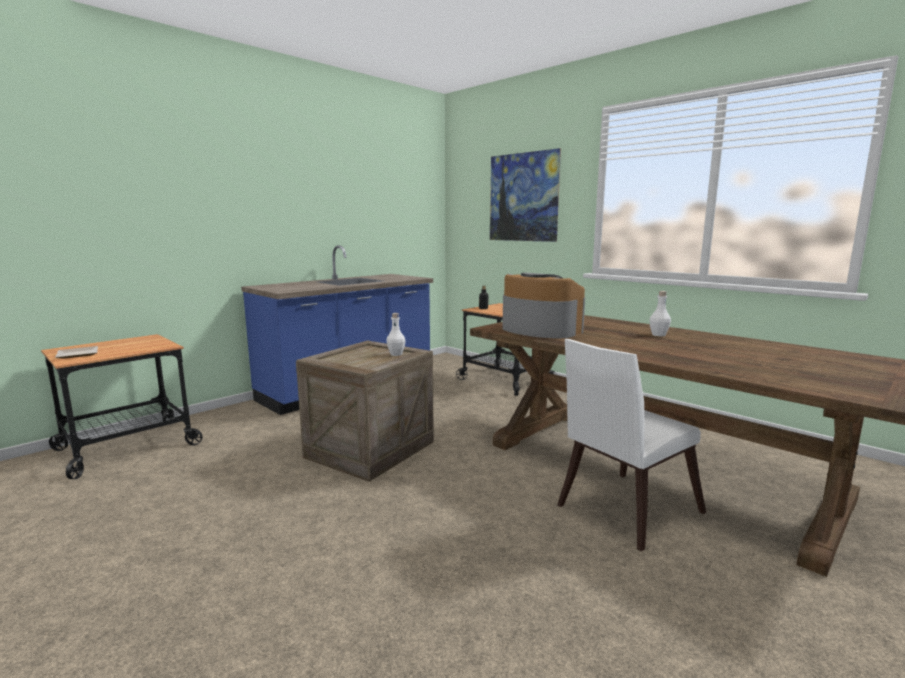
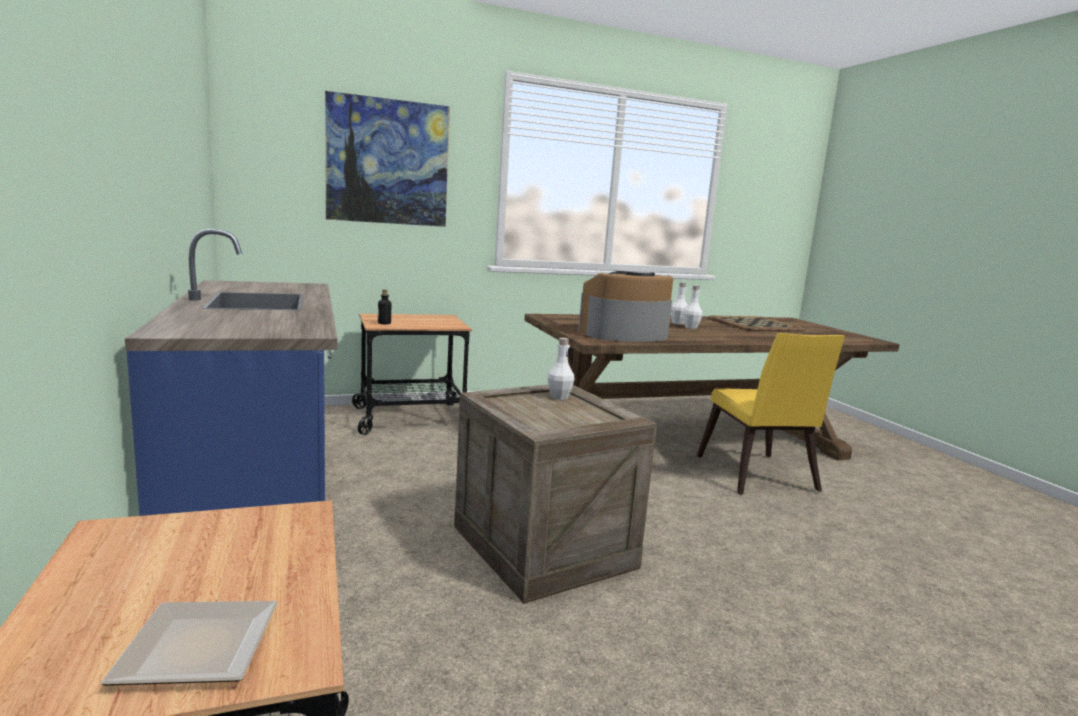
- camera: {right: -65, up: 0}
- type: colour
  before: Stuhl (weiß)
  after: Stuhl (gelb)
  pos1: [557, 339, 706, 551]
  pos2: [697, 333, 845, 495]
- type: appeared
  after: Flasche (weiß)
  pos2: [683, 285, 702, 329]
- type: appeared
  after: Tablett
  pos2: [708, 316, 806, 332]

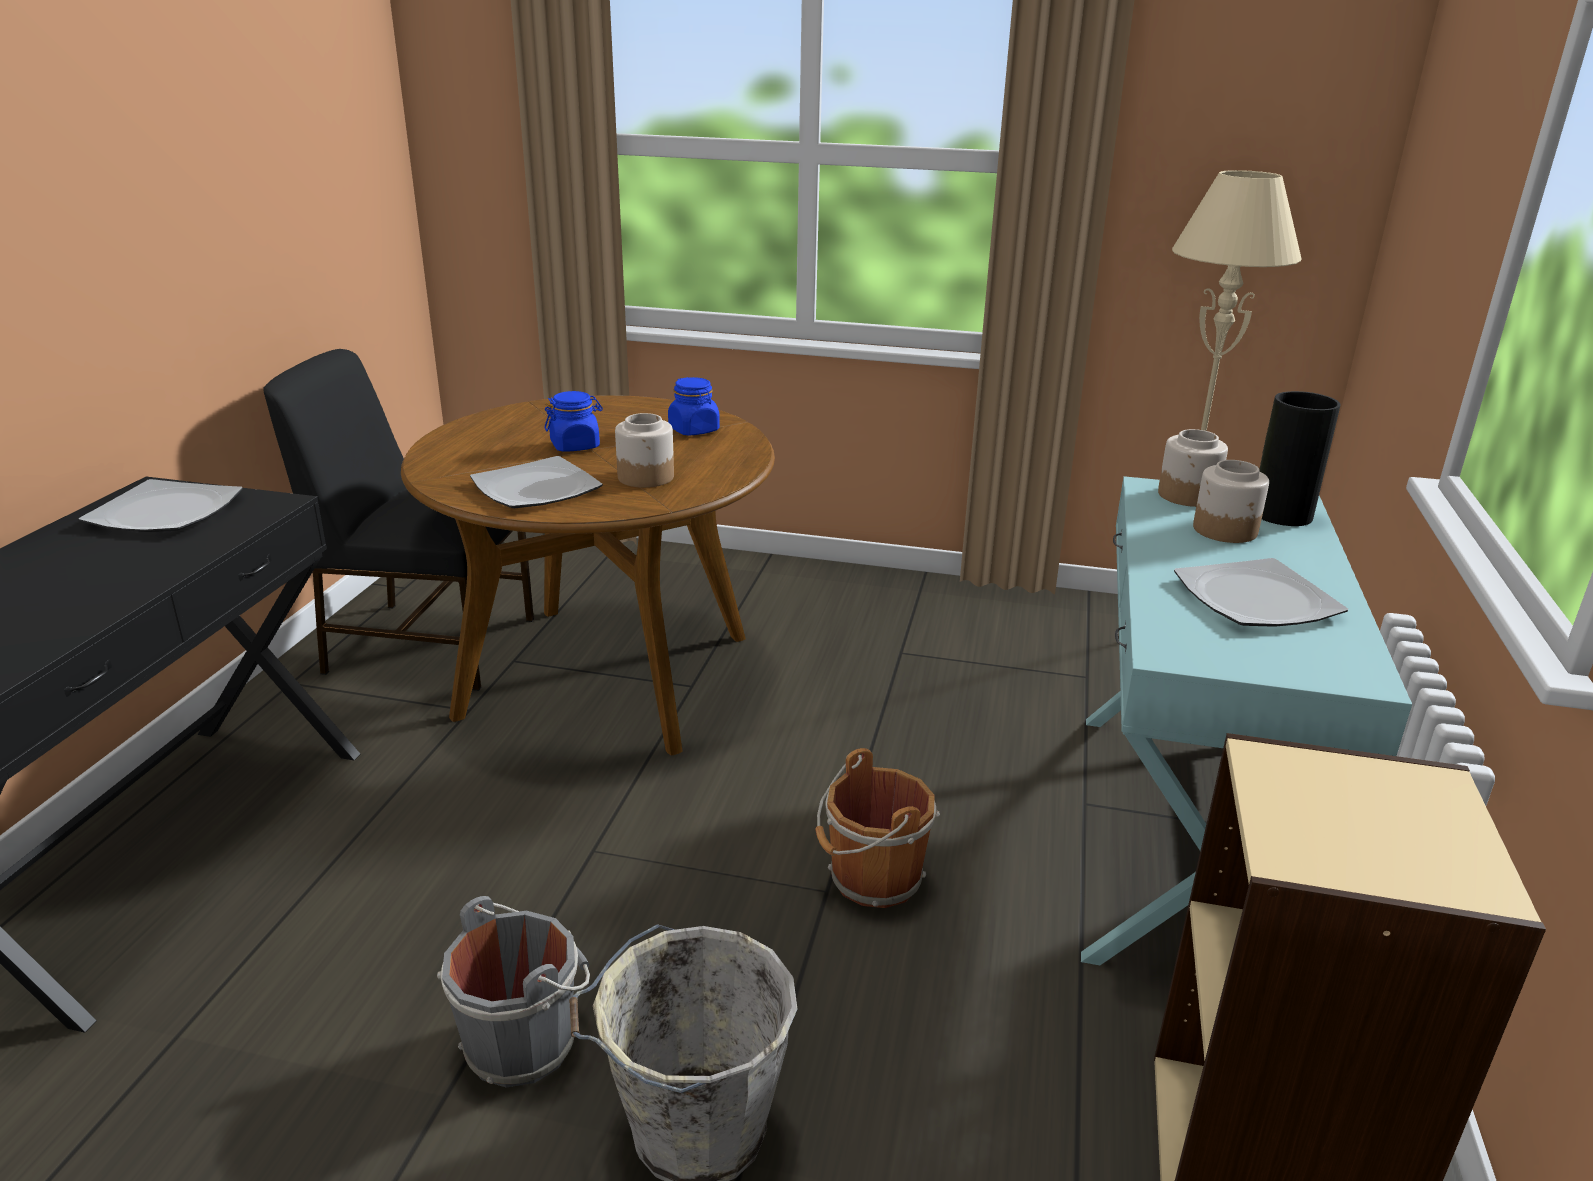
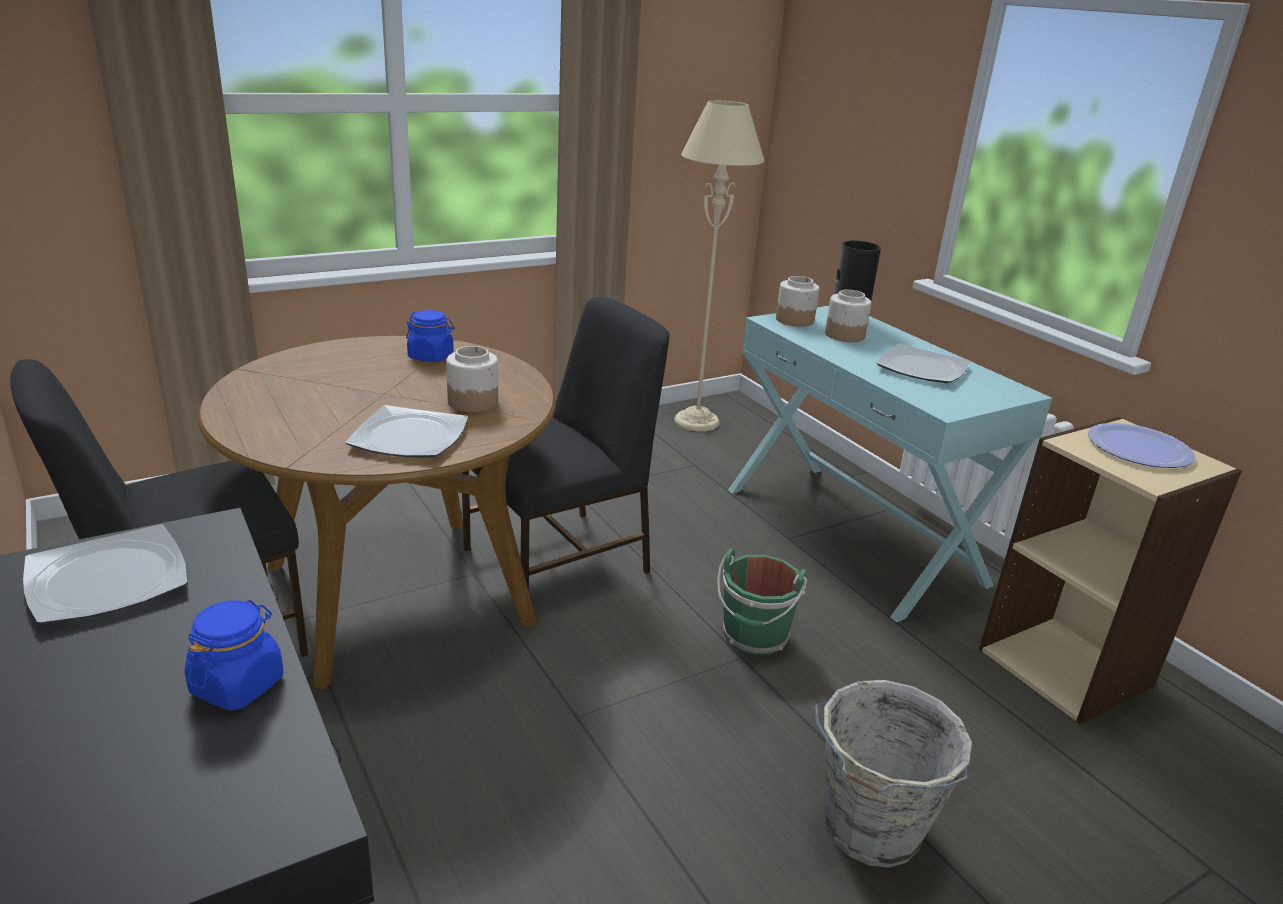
- camera: {right: -45, up: 0}
- type: missing
  before: Eimer (grau)
  pos1: [437, 896, 590, 1087]
- type: relocated
  before: Vorratsglas (blau)
  pos1: [545, 391, 603, 451]
  pos2: [185, 600, 284, 711]
- type: colour
  before: Eimer (braun)
  after: Eimer (grün)
  pos1: [815, 748, 940, 908]
  pos2: [717, 549, 807, 655]
- type: appeared
  after: Stuhl (schwarz)
  pos2: [461, 296, 670, 591]
- type: appeared
  after: Teller
  pos2: [1088, 423, 1196, 468]

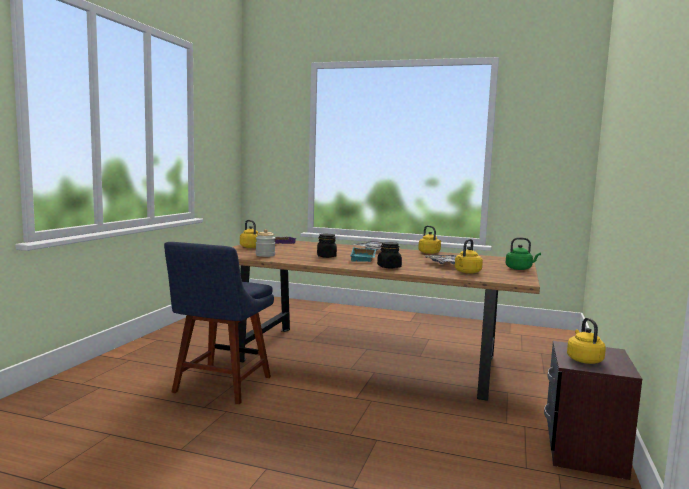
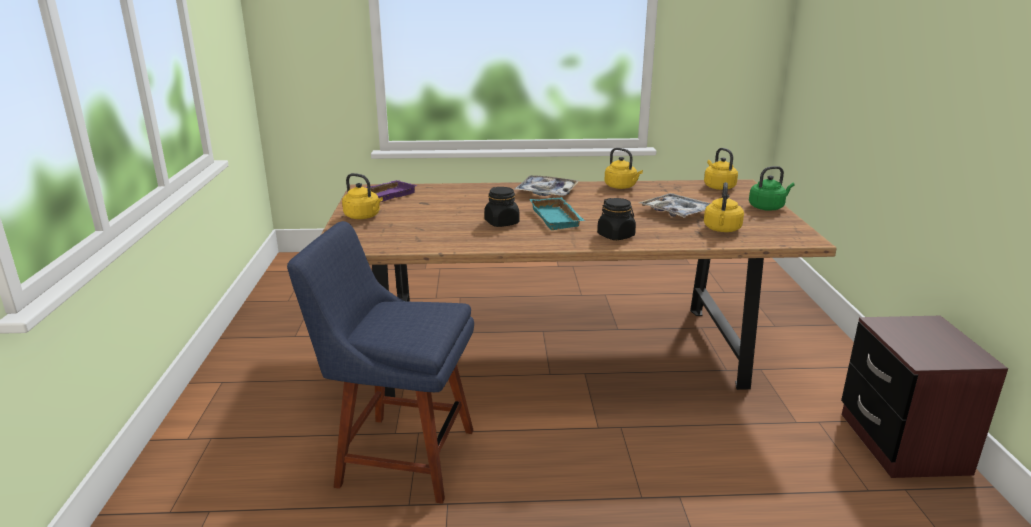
- camera: {right: -20, up: 15}
- type: spun
  before: Stuhl (blau)
  pos1: [164, 242, 274, 404]
  pos2: [287, 221, 474, 504]
  turn: 105
- type: missing
  before: Vorratsglas
  pos1: [256, 229, 275, 257]
- type: relocated
  before: Wasserkessel (gelb)
  pos1: [567, 318, 606, 364]
  pos2: [704, 148, 738, 190]

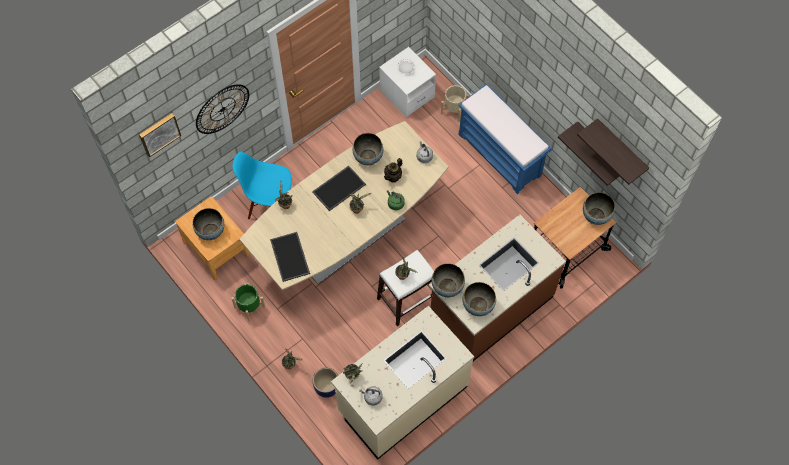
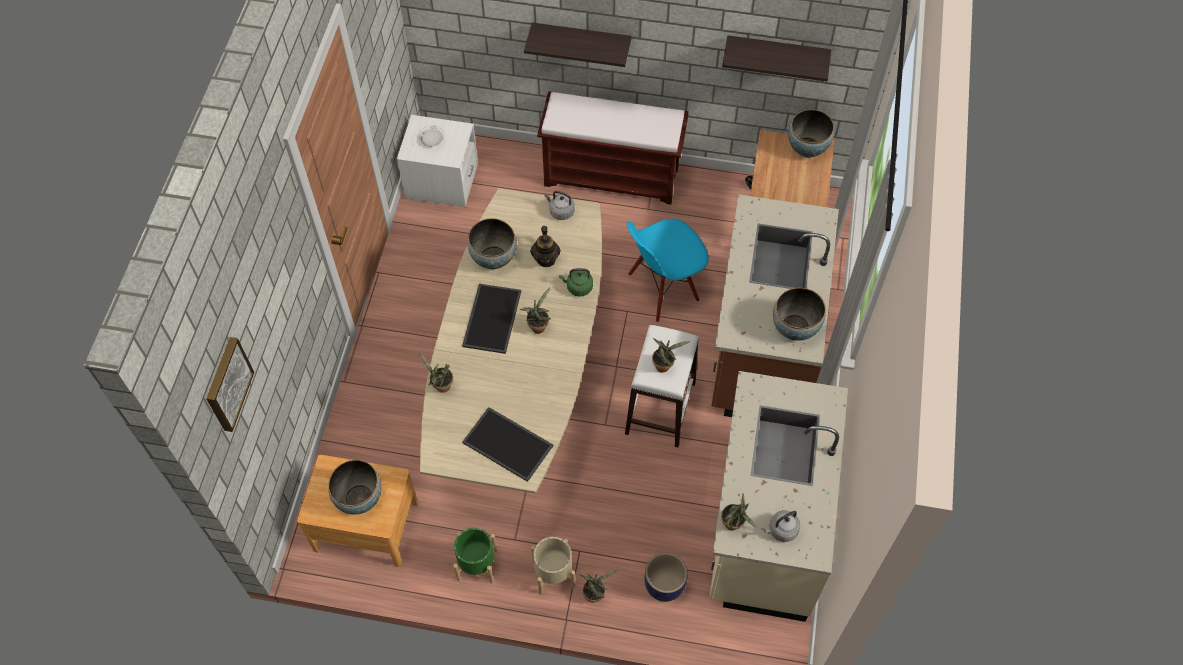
- camera: {right: -40, up: -5}
- type: missing
  before: Wanduhr
  pos1: [196, 84, 249, 134]
- type: relocated
  before: Stuhl (blau)
  pos1: [233, 152, 292, 220]
  pos2: [627, 219, 709, 323]
- type: missing
  before: Schüssel
  pos1: [432, 263, 465, 297]
- type: relocated
  before: Pflanzkübel (beige)
  pos1: [441, 85, 469, 122]
  pos2: [531, 537, 576, 594]
- type: colour
  before: Bank (blau)
  after: Bank (braun)
  pos1: [458, 84, 552, 194]
  pos2: [537, 91, 688, 205]
- type: relocated
  before: Wandregal
  pos1: [577, 118, 649, 185]
  pos2: [524, 22, 631, 67]

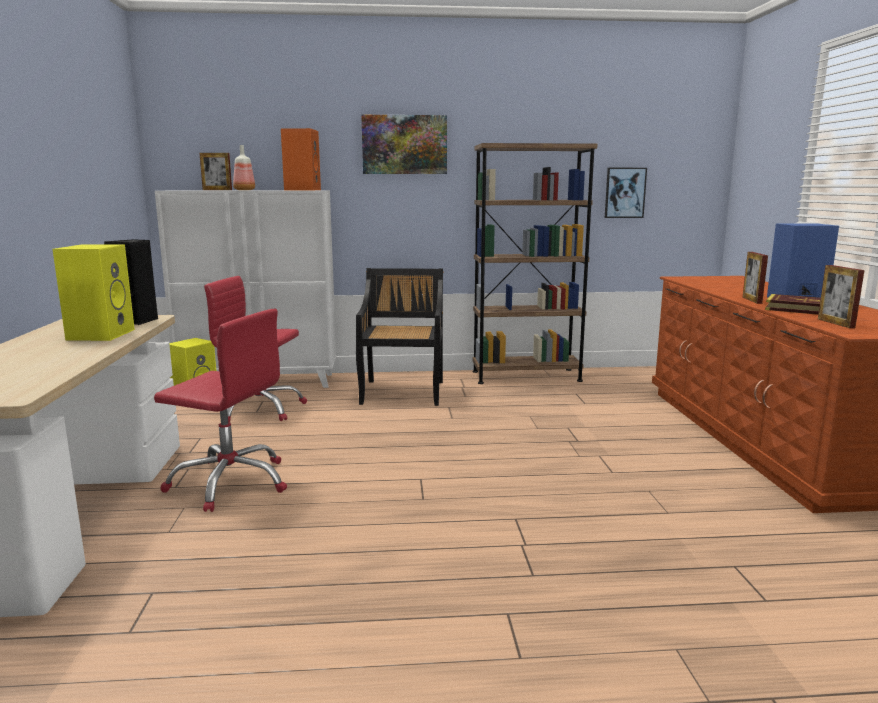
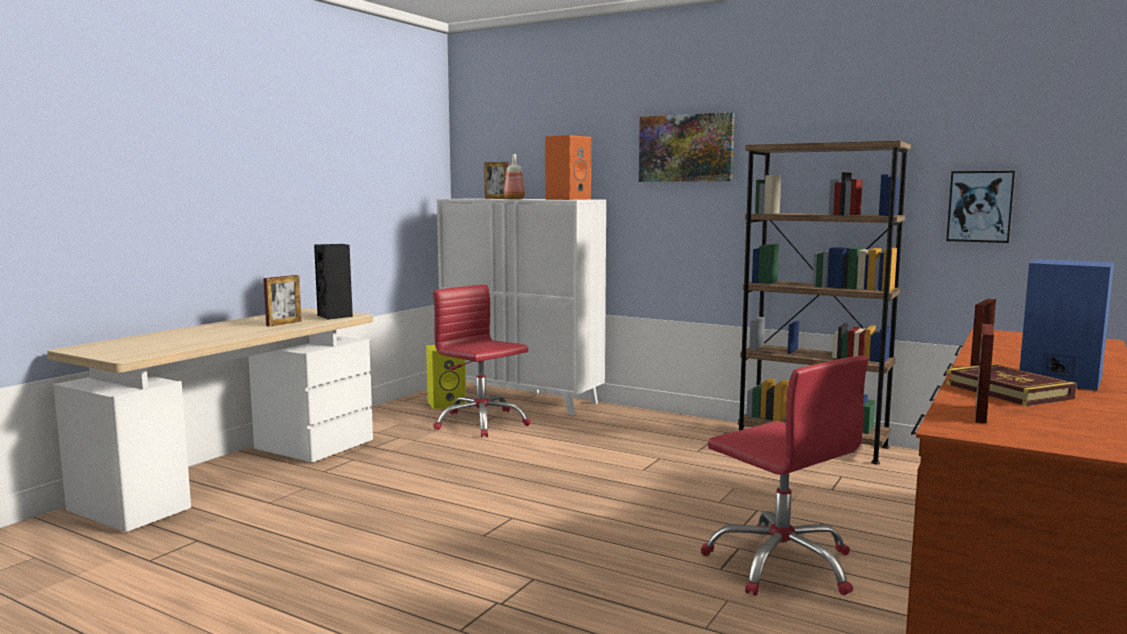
- camera: {right: 35, up: -5}
- type: exchanged
  before: Lautsprecher (gelb)
  after: Bilderrahmen
  pos1: [52, 244, 135, 341]
  pos2: [263, 275, 302, 327]
- type: relocated
  before: Bürostuhl (rot)
  pos1: [154, 309, 287, 512]
  pos2: [700, 356, 869, 596]
- type: missing
  before: Stuhl (schwarz)
  pos1: [356, 268, 443, 406]

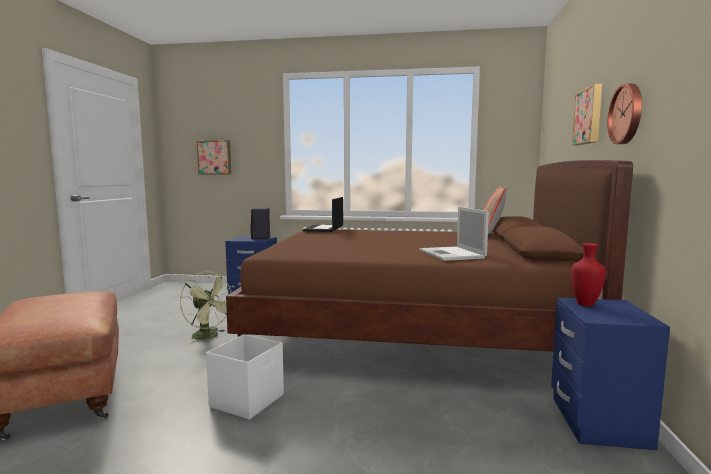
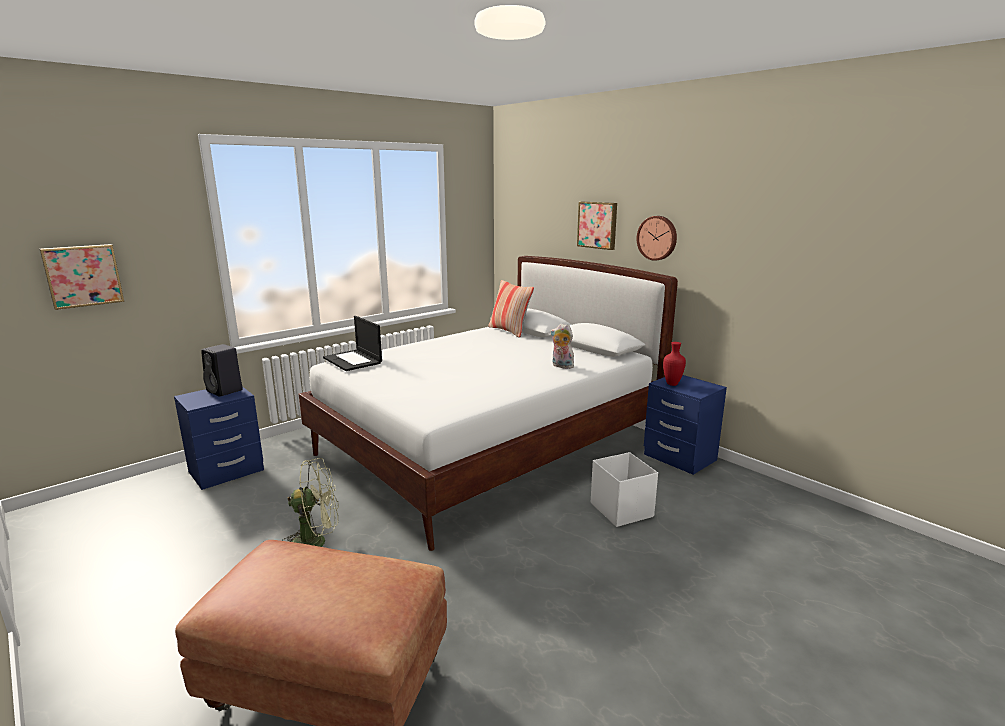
- camera: {right: -50, up: 10}
- type: relocated
  before: Aufbewahrungsbox (weiß)
  pos1: [206, 334, 284, 420]
  pos2: [591, 452, 658, 527]
- type: colour
  before: Bett (braun)
  after: Bett (weiß)
  pos1: [226, 160, 633, 352]
  pos2: [299, 256, 678, 551]
- type: exchanged
  before: Laptop
  after: Plüschtier
  pos1: [420, 207, 489, 261]
  pos2: [550, 323, 574, 369]

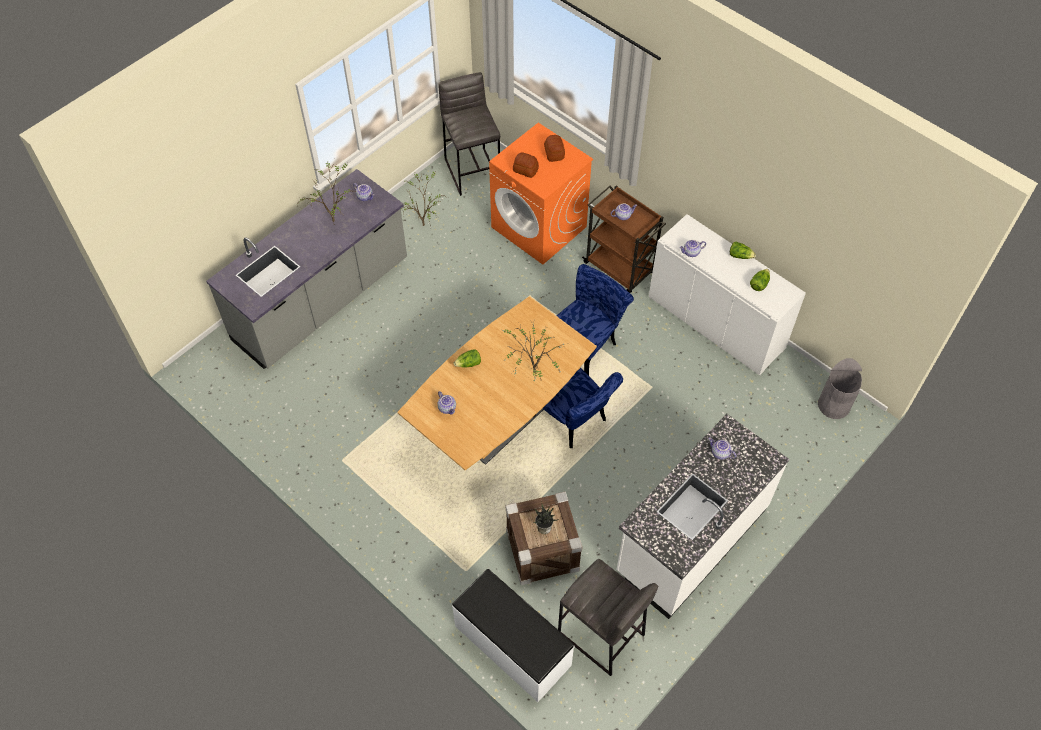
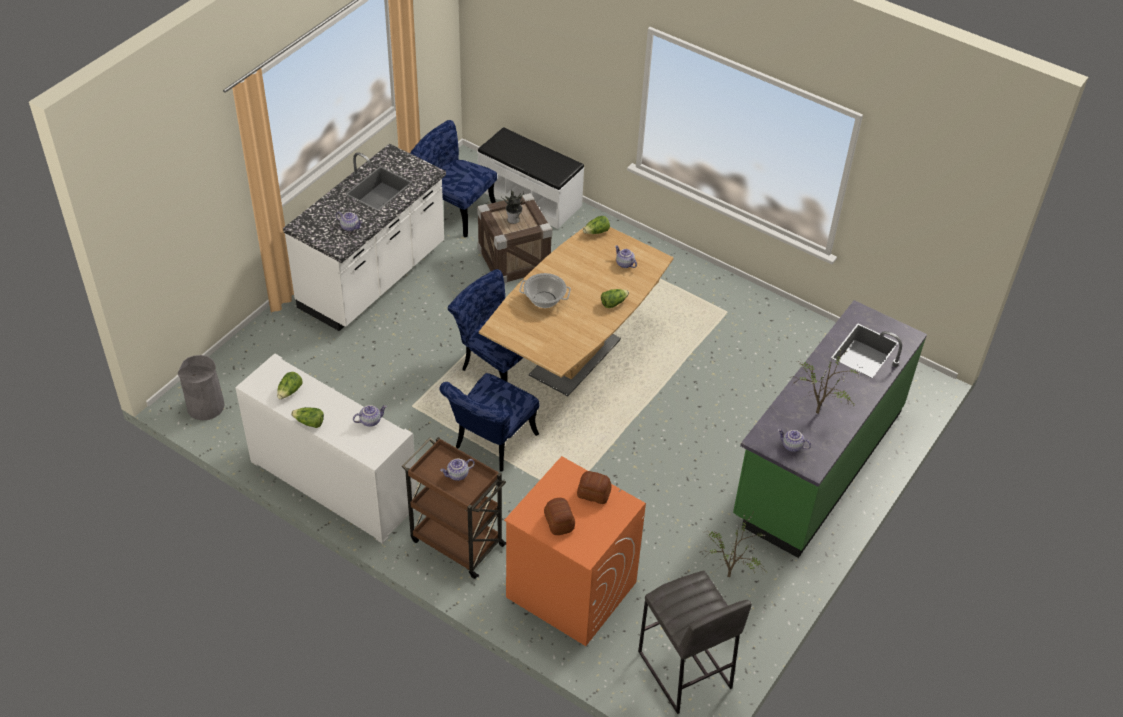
- camera: {right: 170, up: -10}
- type: colour
  before: Küchenzeile (grau)
  after: Küchenzeile (grün)
  pos1: [206, 169, 407, 369]
  pos2: [733, 300, 927, 558]
- type: exchanged
  before: Topfpflanze
  after: Kochtopf
  pos1: [503, 318, 566, 384]
  pos2: [519, 273, 571, 308]
- type: exchanged
  before: Hocker (grau)
  after: Stuhl (blau)
  pos1: [558, 559, 658, 676]
  pos2: [410, 120, 497, 237]
- type: appeared
  after: Salatkopf
  pos2: [583, 216, 610, 234]

